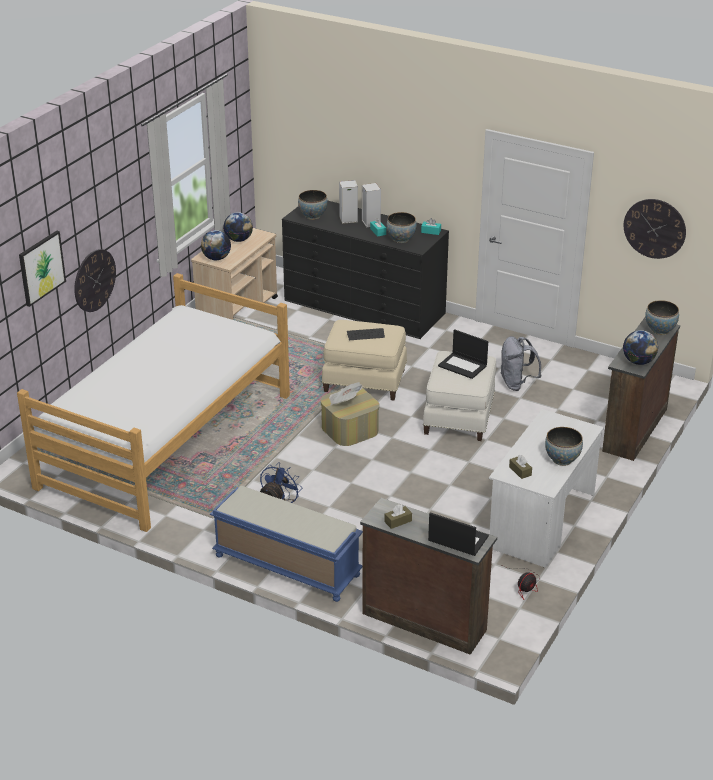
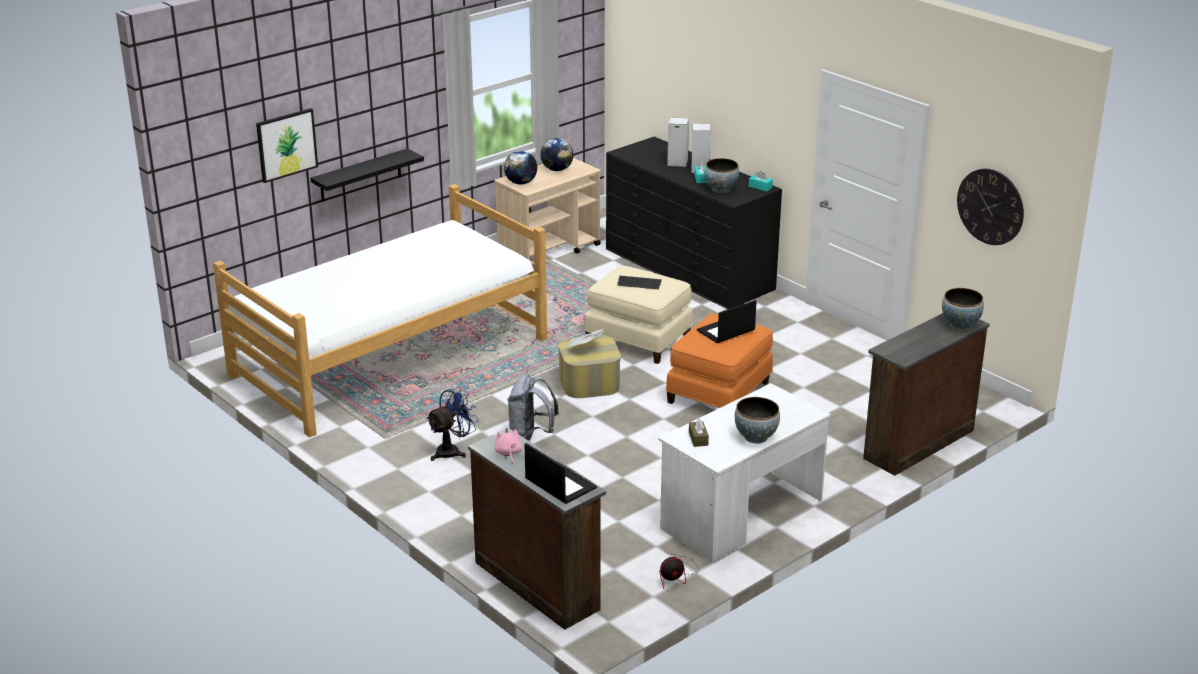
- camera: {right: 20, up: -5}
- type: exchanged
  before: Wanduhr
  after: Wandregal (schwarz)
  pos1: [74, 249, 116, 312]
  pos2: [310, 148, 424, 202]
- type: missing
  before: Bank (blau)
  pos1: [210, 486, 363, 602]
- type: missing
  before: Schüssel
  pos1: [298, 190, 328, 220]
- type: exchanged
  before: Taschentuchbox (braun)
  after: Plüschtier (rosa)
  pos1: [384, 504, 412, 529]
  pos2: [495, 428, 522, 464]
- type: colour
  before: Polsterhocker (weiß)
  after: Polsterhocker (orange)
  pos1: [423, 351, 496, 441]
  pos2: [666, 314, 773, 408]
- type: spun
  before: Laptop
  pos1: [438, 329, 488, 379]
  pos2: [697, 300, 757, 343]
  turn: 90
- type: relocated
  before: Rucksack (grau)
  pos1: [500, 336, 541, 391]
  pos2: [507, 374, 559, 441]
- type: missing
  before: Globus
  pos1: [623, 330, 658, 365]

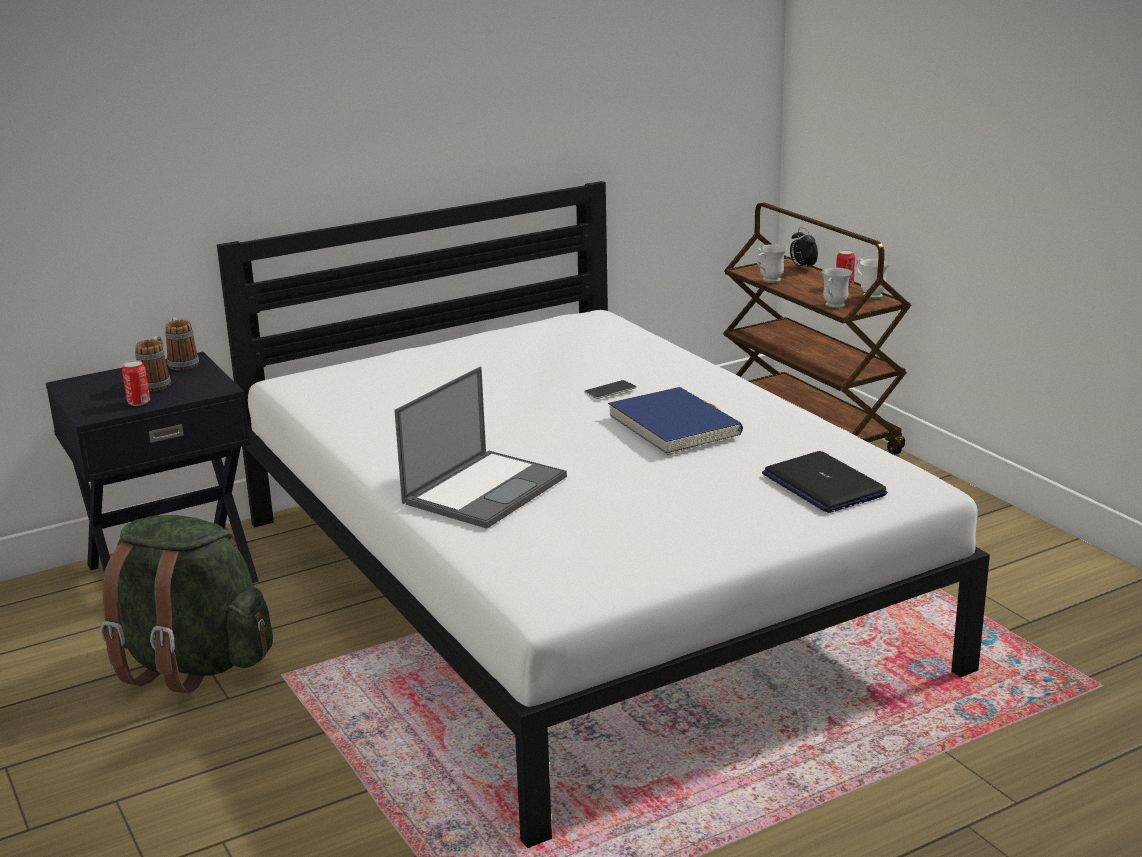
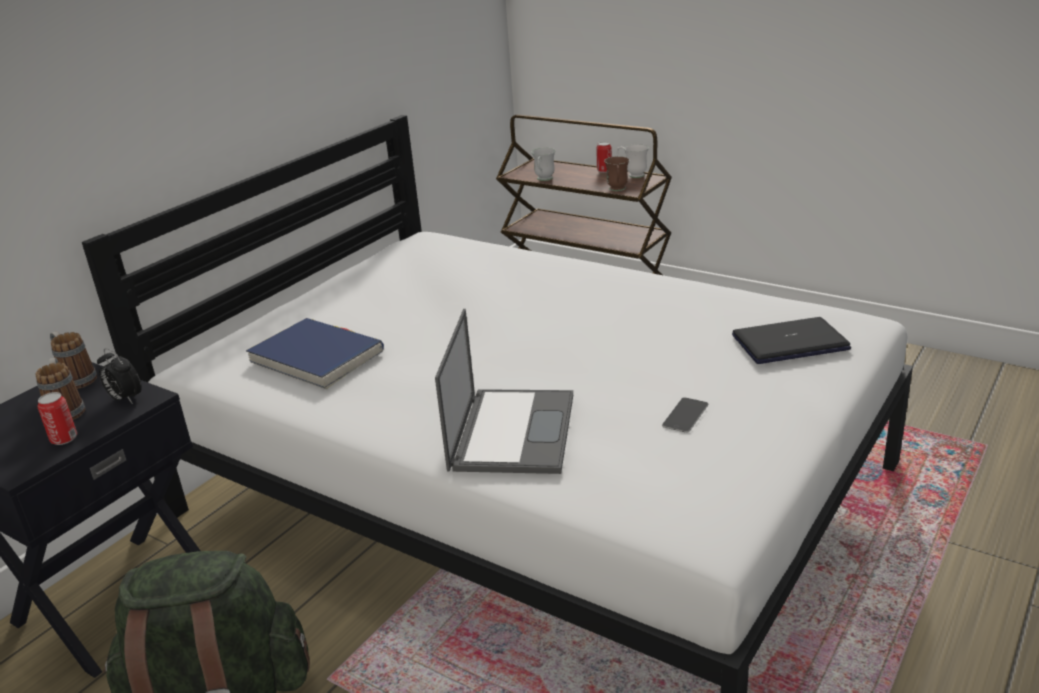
- camera: {right: -25, up: 5}
- type: relocated
  before: Handy
  pos1: [584, 380, 637, 399]
  pos2: [662, 397, 708, 433]
- type: relocated
  before: Buch (blau)
  pos1: [608, 387, 743, 455]
  pos2: [246, 318, 384, 389]
- type: spun
  before: Laptop
  pos1: [762, 451, 887, 513]
  pos2: [732, 317, 851, 364]
  turn: 135
- type: relocated
  before: Wecker
  pos1: [790, 227, 818, 270]
  pos2: [97, 348, 142, 404]
- type: colour
  before: Henkelbecher (weiß)
  after: Henkelbecher (braun)
  pos1: [822, 268, 852, 308]
  pos2: [604, 156, 630, 191]

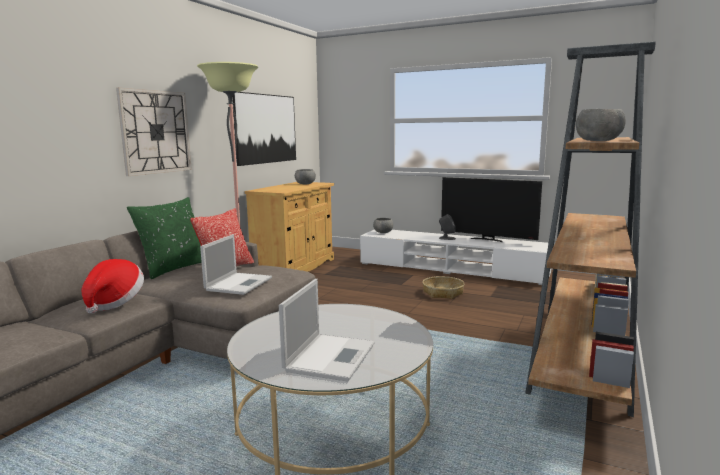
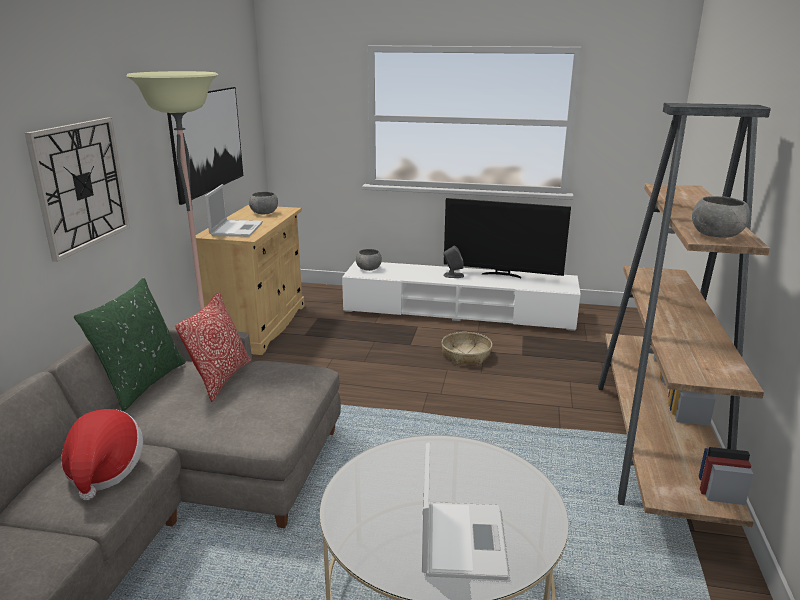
- camera: {right: -15, up: 10}
- type: relocated
  before: Laptop
  pos1: [200, 234, 272, 295]
  pos2: [205, 184, 263, 237]

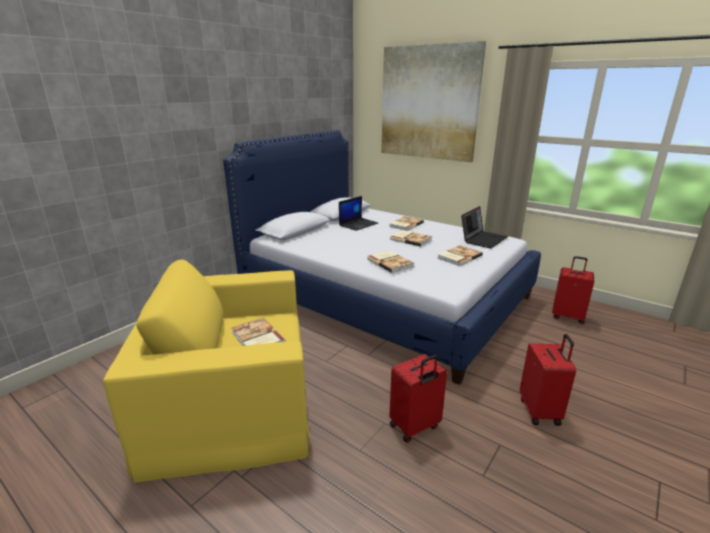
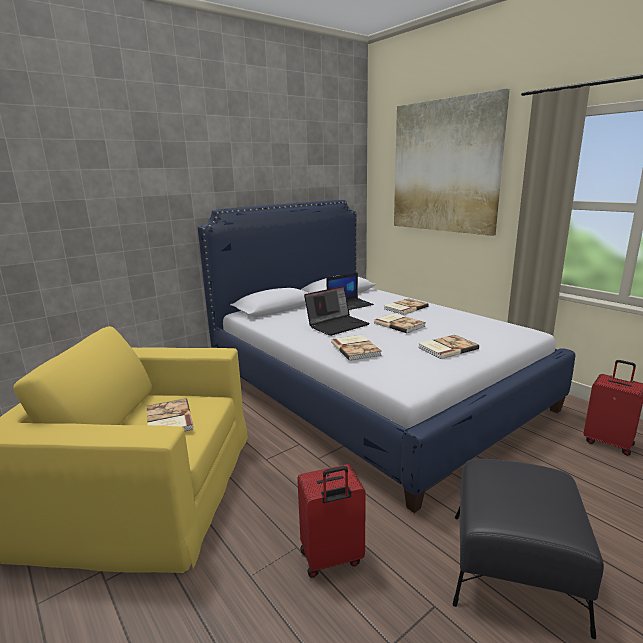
- camera: {right: 15, up: -5}
- type: relocated
  before: Laptop
  pos1: [461, 206, 508, 249]
  pos2: [304, 286, 370, 336]
- type: exchanged
  before: Koffer (rot)
  after: Polsterhocker (schwarz)
  pos1: [520, 334, 576, 426]
  pos2: [453, 459, 604, 639]

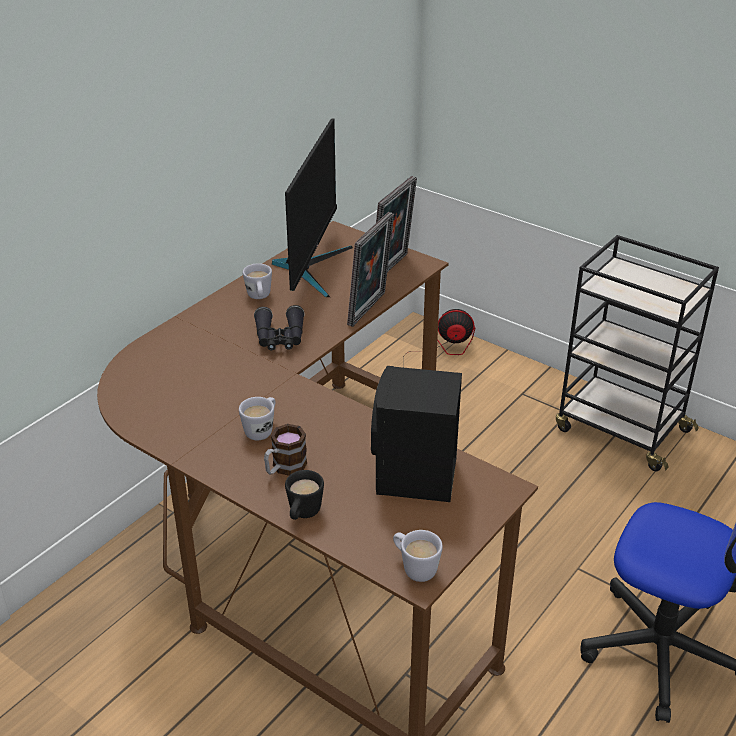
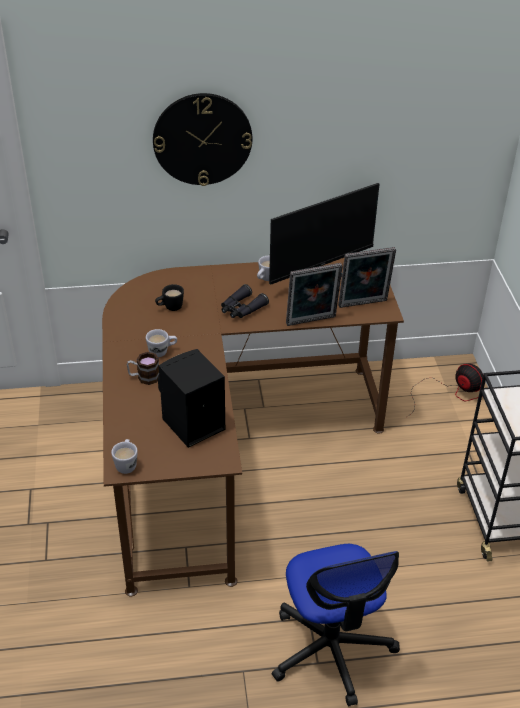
- camera: {right: 45, up: 5}
- type: relocated
  before: Henkelbecher (schwarz)
  pos1: [285, 470, 324, 520]
  pos2: [155, 284, 184, 311]
- type: appeared
  after: Wanduhr
  pos2: [153, 93, 252, 186]

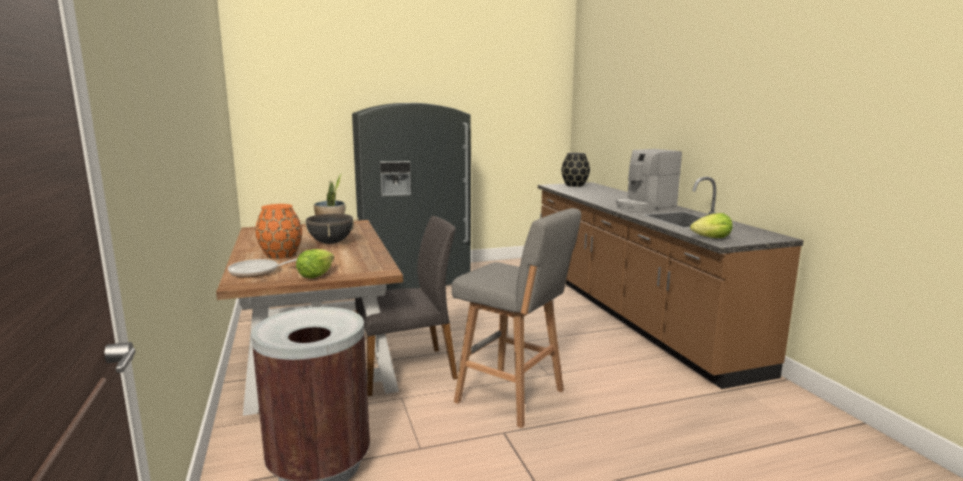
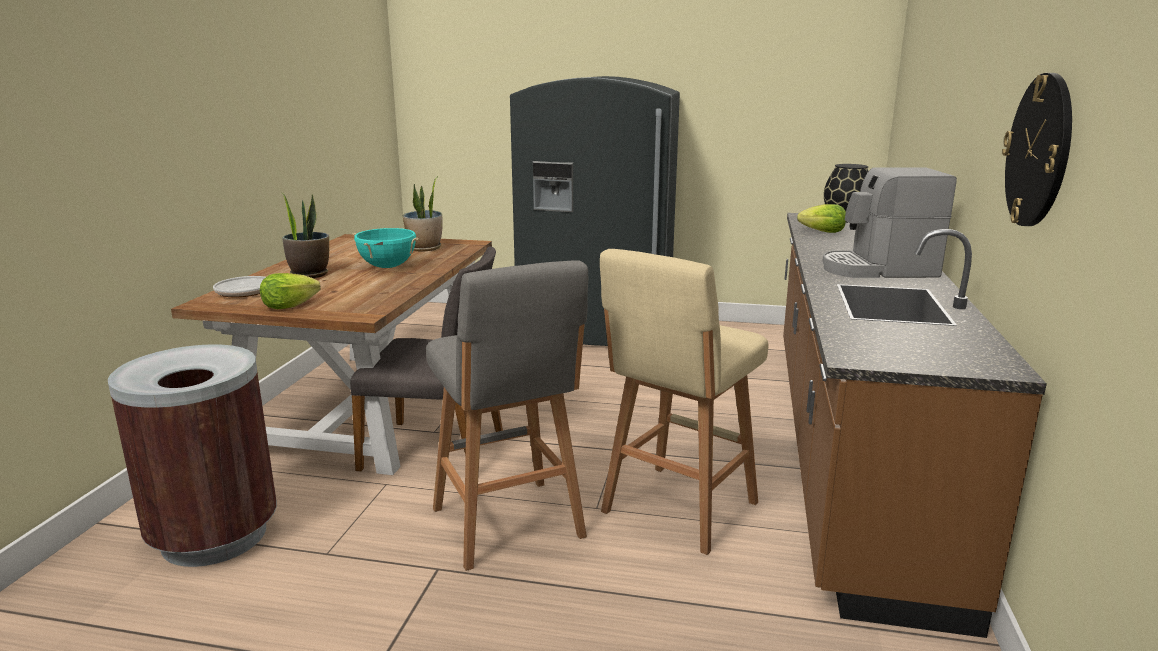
- camera: {right: 30, up: 5}
- type: exchanged
  before: Vase (orange)
  after: Topfpflanze
  pos1: [255, 204, 302, 259]
  pos2: [281, 192, 329, 278]
- type: colour
  before: Kochtopf (schwarz)
  after: Kochtopf (türkis)
  pos1: [300, 214, 359, 244]
  pos2: [353, 228, 419, 268]
- type: relocated
  before: Salatkopf
  pos1: [690, 213, 733, 238]
  pos2: [797, 204, 846, 233]
- type: appeared
  after: Hocker (beige)
  pos2: [600, 249, 769, 555]
- type: appeared
  after: Wanduhr
  pos2: [1002, 73, 1072, 226]

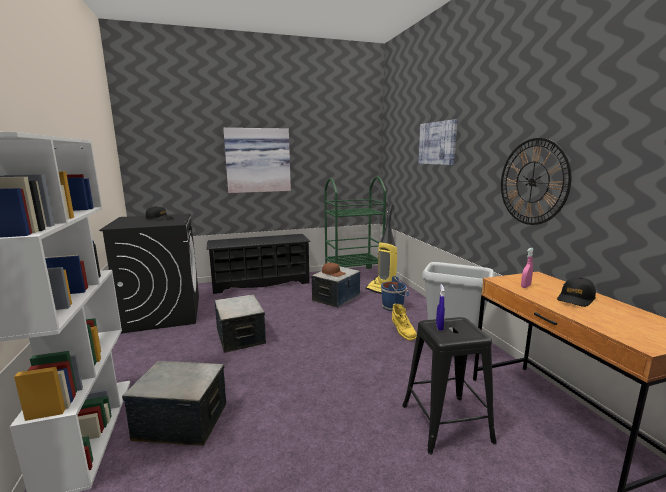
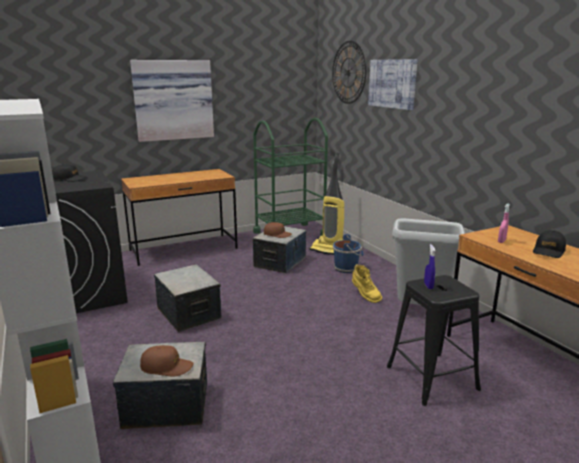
- camera: {right: -10, up: 5}
- type: exchanged
  before: Schuhregal (schwarz)
  after: Schreibtisch (braun)
  pos1: [206, 234, 311, 294]
  pos2: [121, 169, 238, 266]
- type: relocated
  before: Wanduhr
  pos1: [501, 138, 571, 225]
  pos2: [332, 41, 367, 104]
- type: appeared
  after: Kappe (braun)
  pos2: [140, 345, 193, 376]

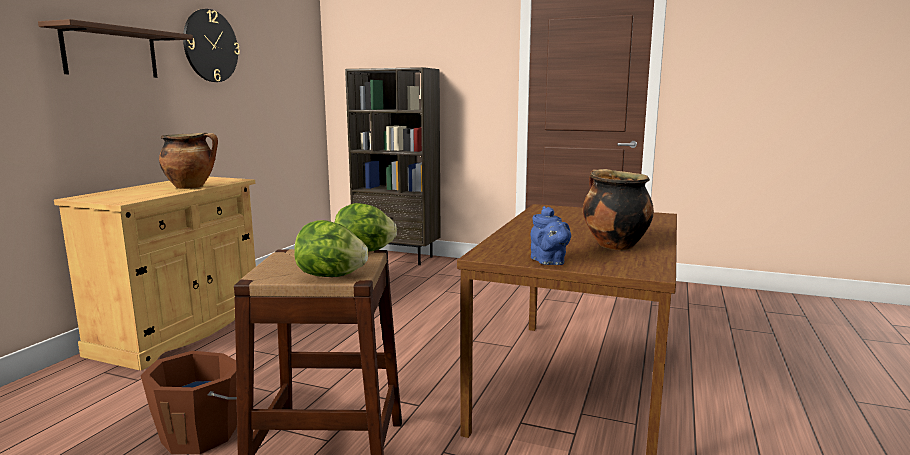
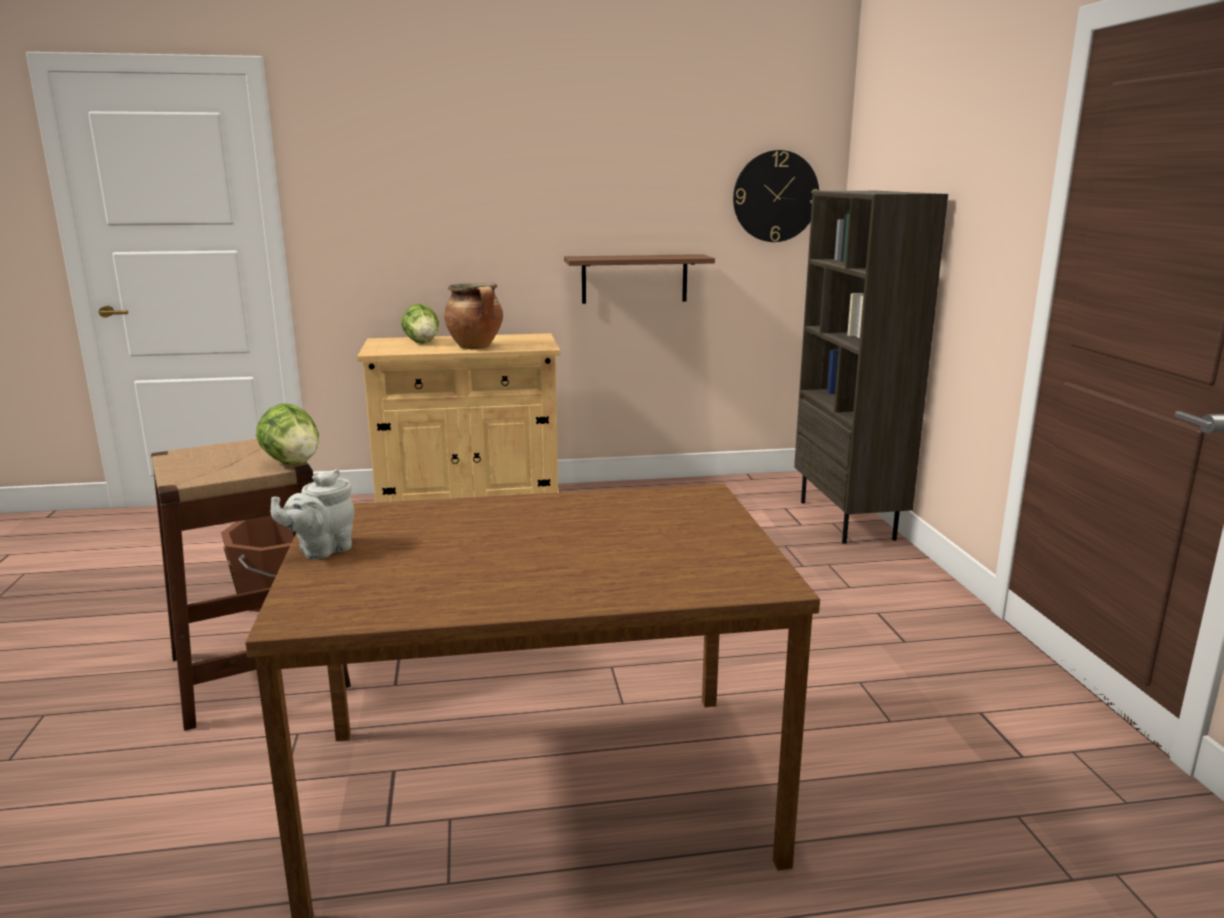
- camera: {right: 60, up: 5}
- type: relocated
  before: Wandregal (braun)
  pos1: [38, 19, 193, 78]
  pos2: [564, 254, 715, 304]
- type: relocated
  before: Wanduhr
  pos1: [183, 9, 240, 82]
  pos2: [733, 150, 819, 242]
- type: relocated
  before: Salatkopf
  pos1: [294, 220, 368, 277]
  pos2: [401, 304, 439, 344]
- type: colour
  before: Teekanne (blau)
  after: Teekanne (grau)
  pos1: [531, 206, 571, 265]
  pos2: [271, 469, 354, 559]
- type: missing
  before: Kochtopf
  pos1: [583, 169, 654, 250]

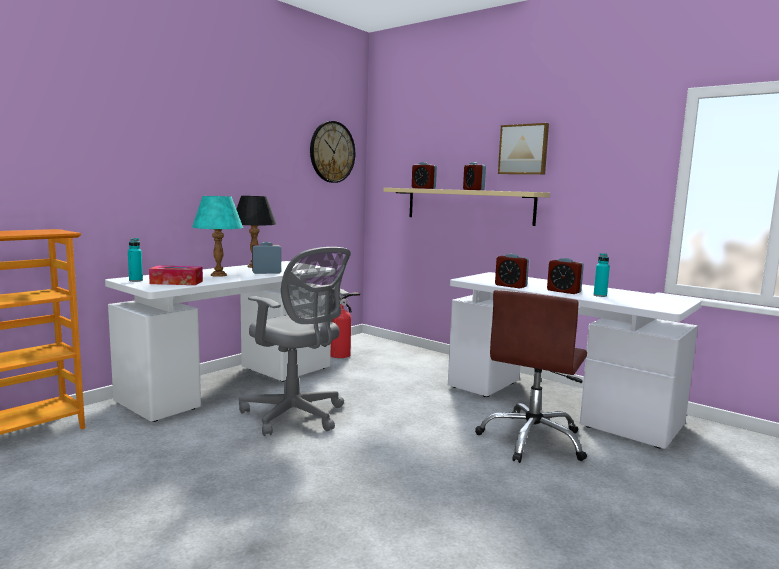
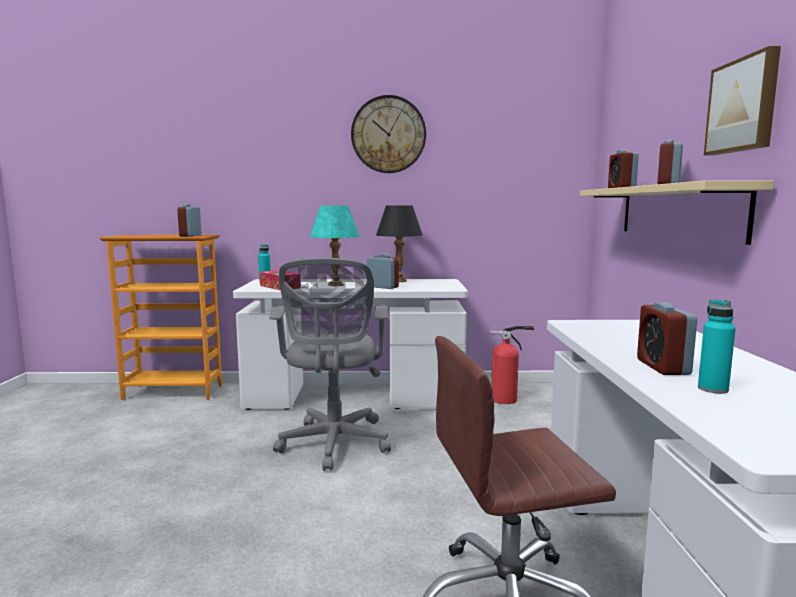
- camera: {right: 50, up: 0}
- type: relocated
  before: Wanduhr
  pos1: [310, 121, 355, 183]
  pos2: [351, 95, 426, 173]
- type: relocated
  before: Wecker
  pos1: [495, 254, 529, 289]
  pos2: [177, 204, 201, 237]

